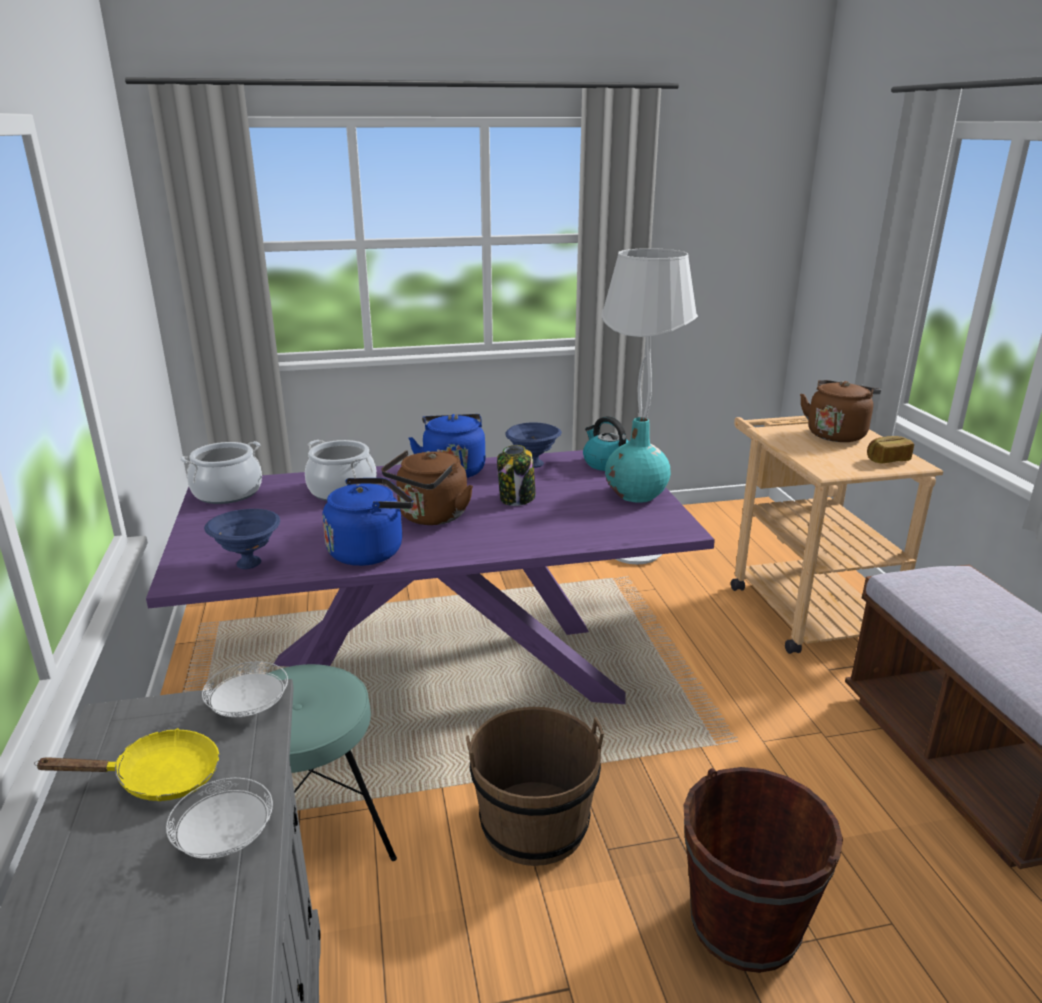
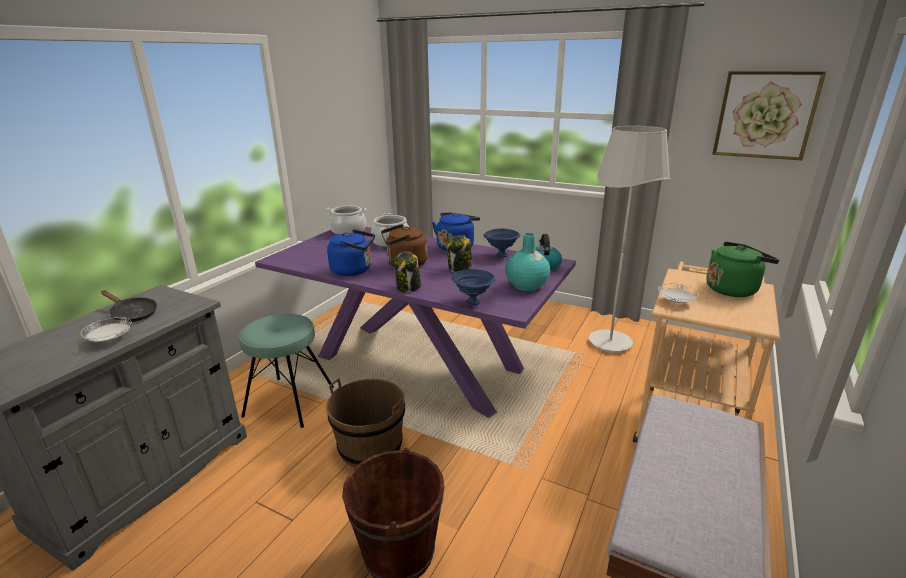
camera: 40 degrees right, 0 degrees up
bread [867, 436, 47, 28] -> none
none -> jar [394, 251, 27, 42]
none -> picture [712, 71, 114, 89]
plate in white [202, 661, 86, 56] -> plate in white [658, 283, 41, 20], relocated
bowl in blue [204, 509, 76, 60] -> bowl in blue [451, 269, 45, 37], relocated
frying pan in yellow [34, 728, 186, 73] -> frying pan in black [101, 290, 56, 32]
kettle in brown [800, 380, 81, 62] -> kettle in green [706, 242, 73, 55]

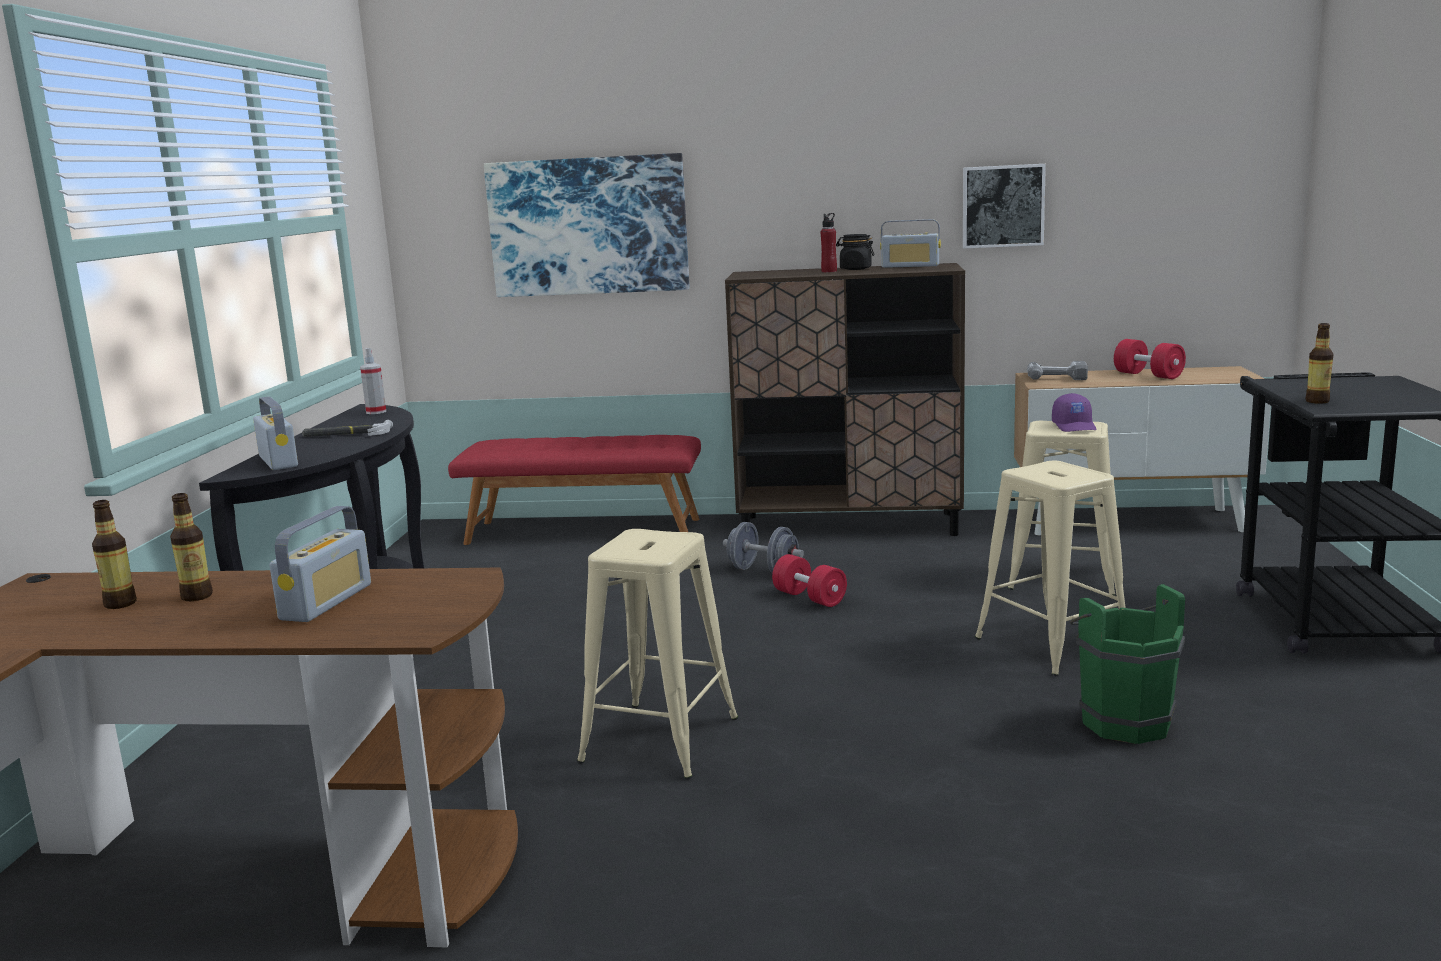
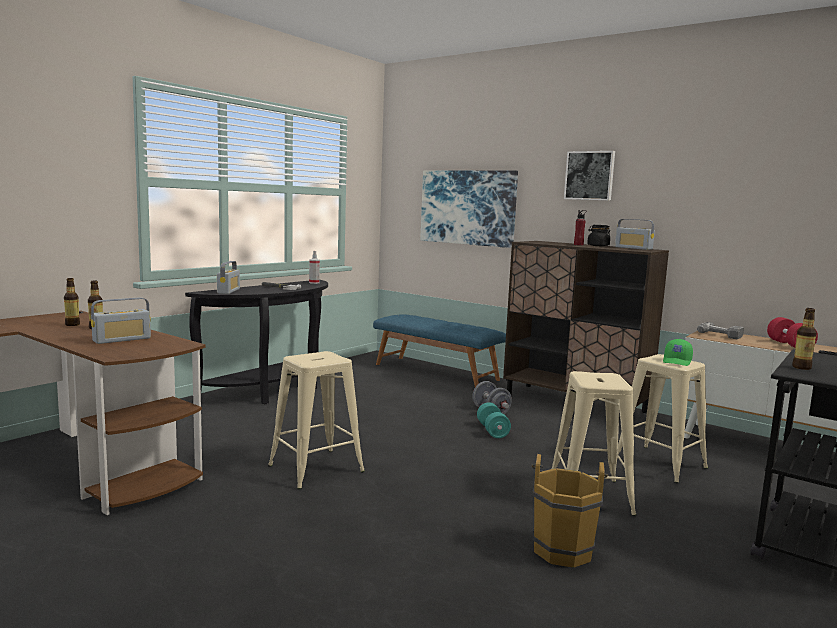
camera: 30 degrees right, 5 degrees down
picture [963, 164, 83, 85] -> picture [564, 151, 51, 50], relocated
bench in red [448, 435, 253, 110] -> bench in blue [373, 314, 133, 73]
dumbbell in red [772, 554, 75, 53] -> dumbbell in turquoise [477, 402, 34, 36]
cap in purple [1052, 393, 45, 39] -> cap in green [663, 339, 30, 27]
bucket in green [1070, 584, 115, 160] -> bucket in brown [531, 454, 77, 114]

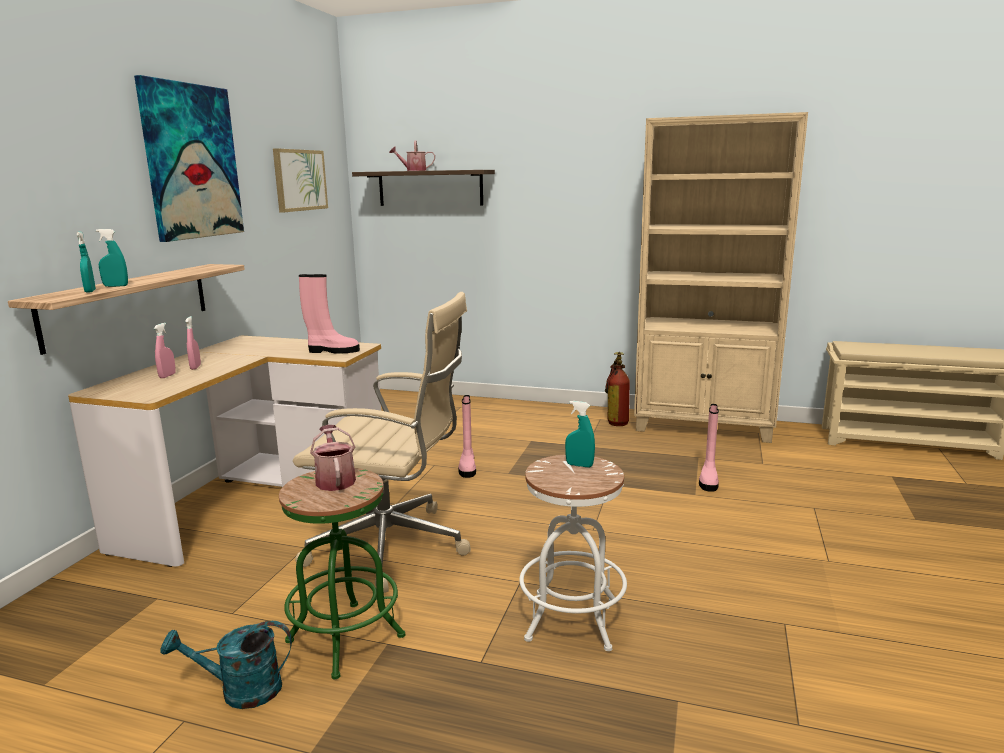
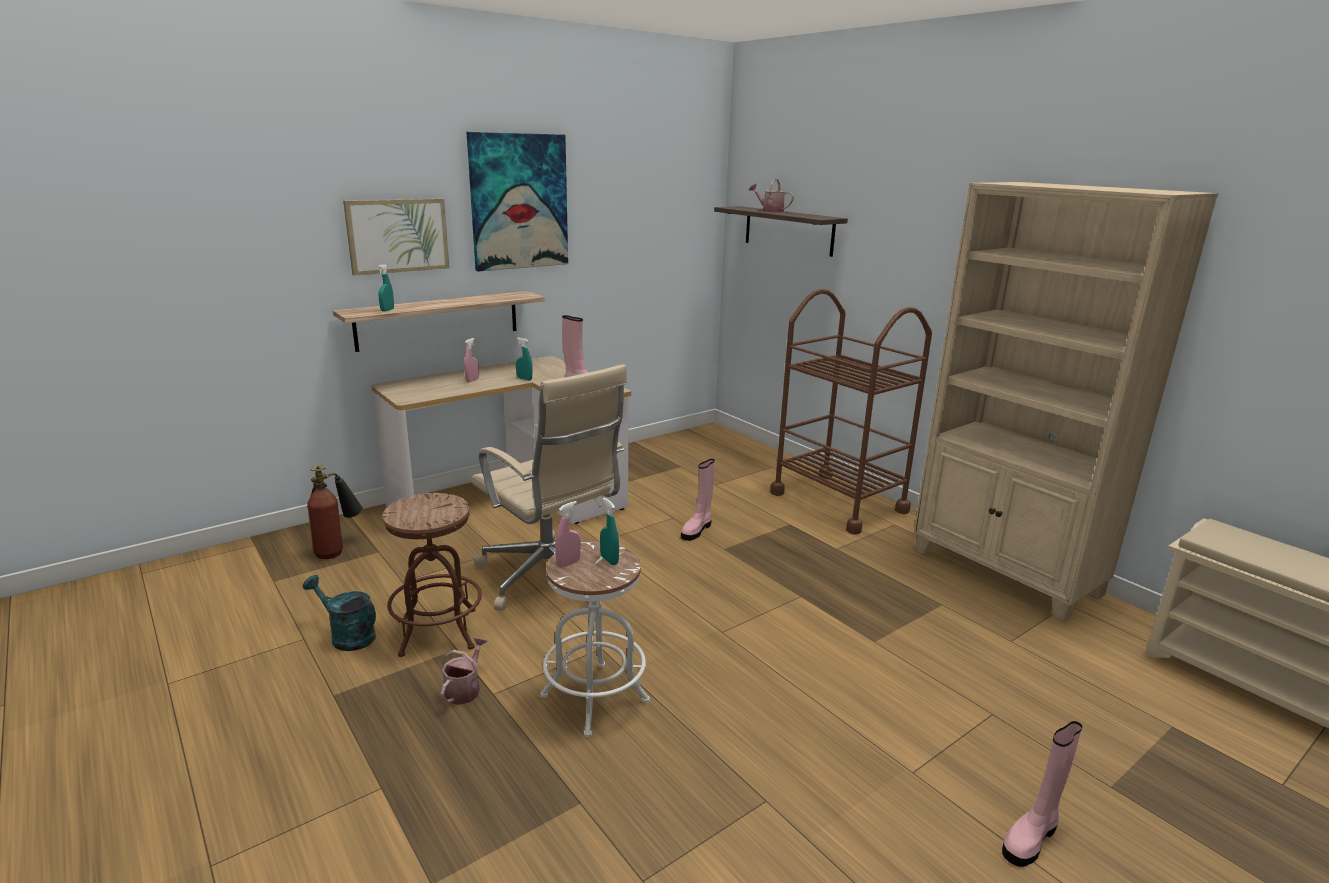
camera: 35 degrees right, 5 degrees up
none -> cart in brown [770, 289, 162, 246]
spray bottle in turquoise [96, 229, 32, 58] -> spray bottle in turquoise [516, 338, 17, 42], relocated
spray bottle in pink [154, 323, 22, 55] -> spray bottle in pink [555, 501, 26, 67], relocated
picture [273, 148, 55, 65] -> picture [343, 198, 106, 78], relocated
watering can [310, 425, 46, 66] -> watering can [441, 637, 46, 68], relocated
fire extinguisher [605, 352, 25, 74] -> fire extinguisher [307, 466, 56, 93], relocated
boot in pink [699, 404, 20, 88] -> boot in pink [1002, 721, 80, 146], relocated
stool in green [279, 468, 127, 211] -> stool in brown [383, 493, 99, 164]

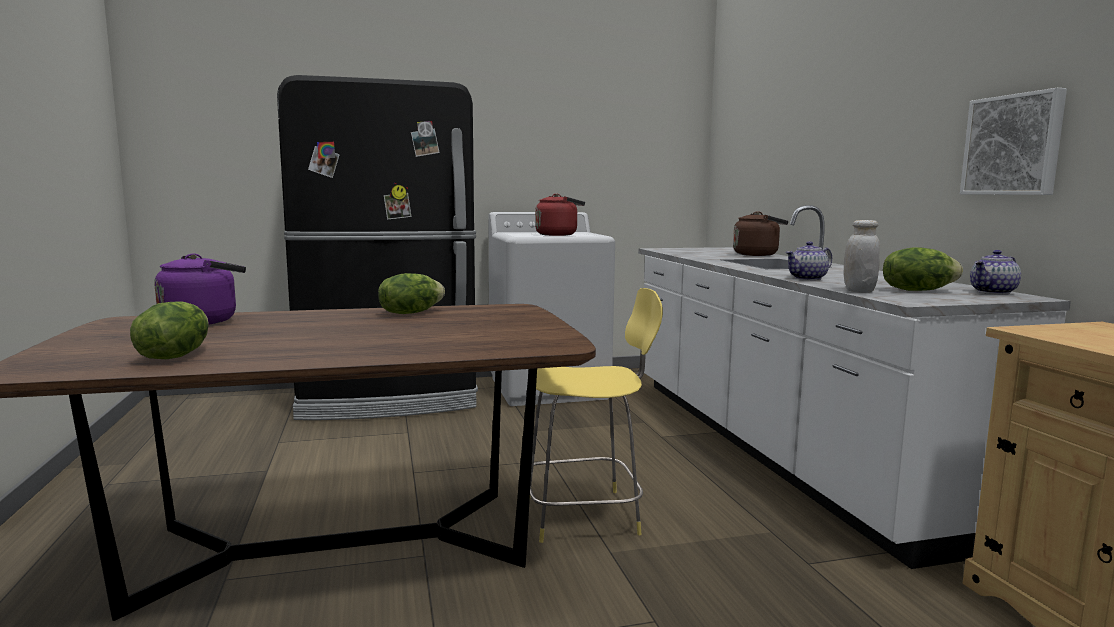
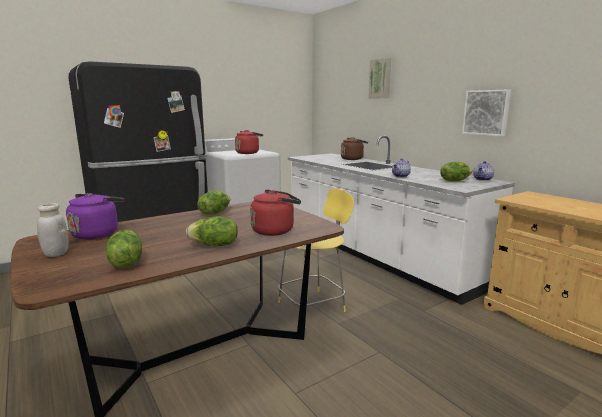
camera: 20 degrees left, 5 degrees up
none -> lettuce [186, 216, 52, 31]
none -> kettle in red [250, 190, 51, 46]
none -> picture [368, 58, 23, 41]
jar in white [844, 220, 36, 73] -> jar in white [37, 203, 32, 54], relocated

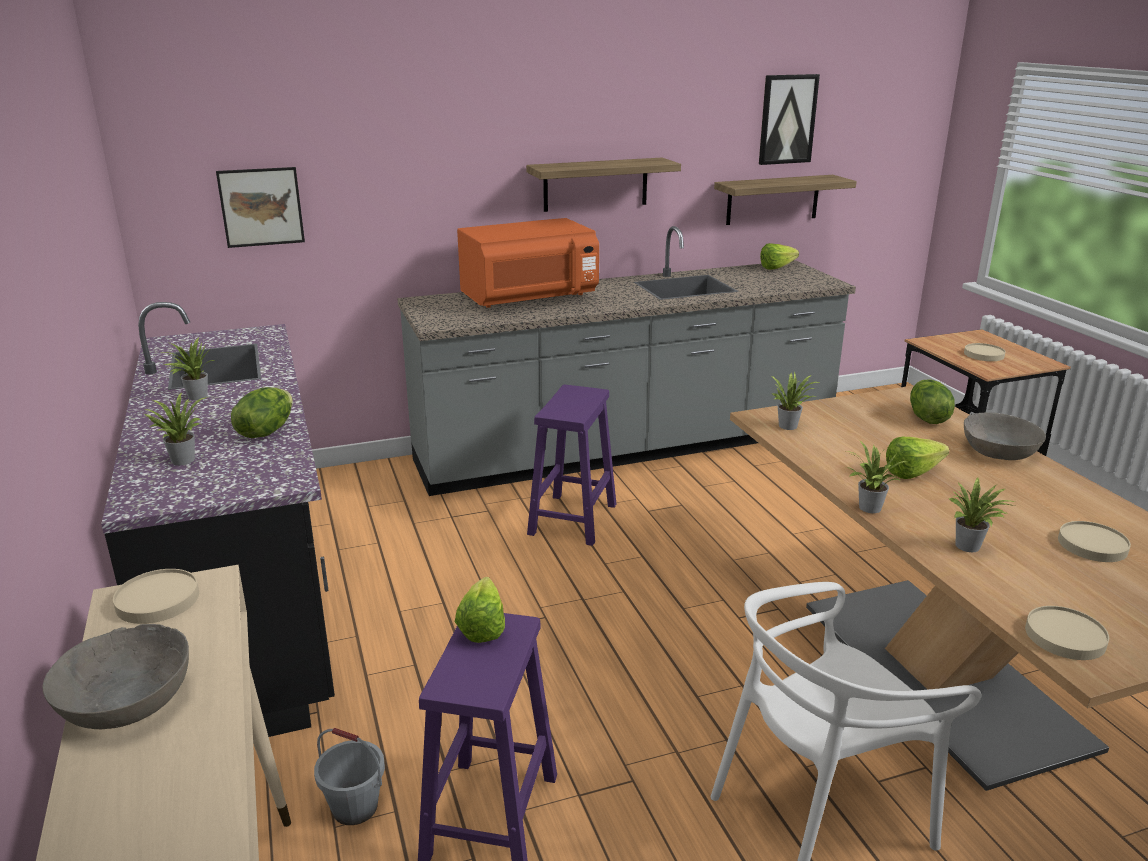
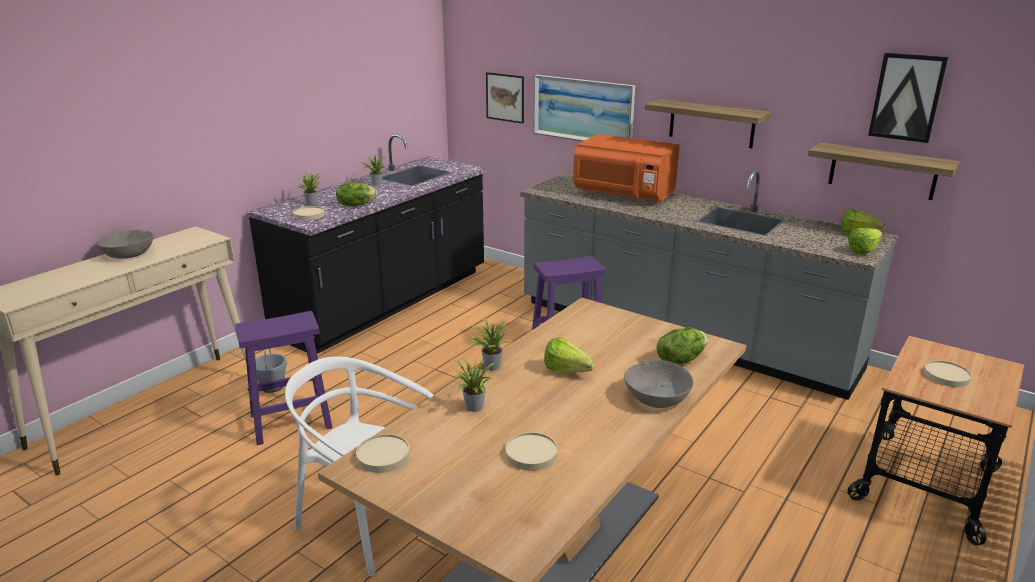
camera: 55 degrees right, 0 degrees up
potted plant [770, 372, 50, 58] -> none
none -> picture [533, 75, 102, 67]
plate in beige [113, 569, 86, 55] -> plate in beige [293, 206, 32, 14], relocated
lettuce [455, 577, 50, 66] -> lettuce [848, 228, 34, 26], relocated

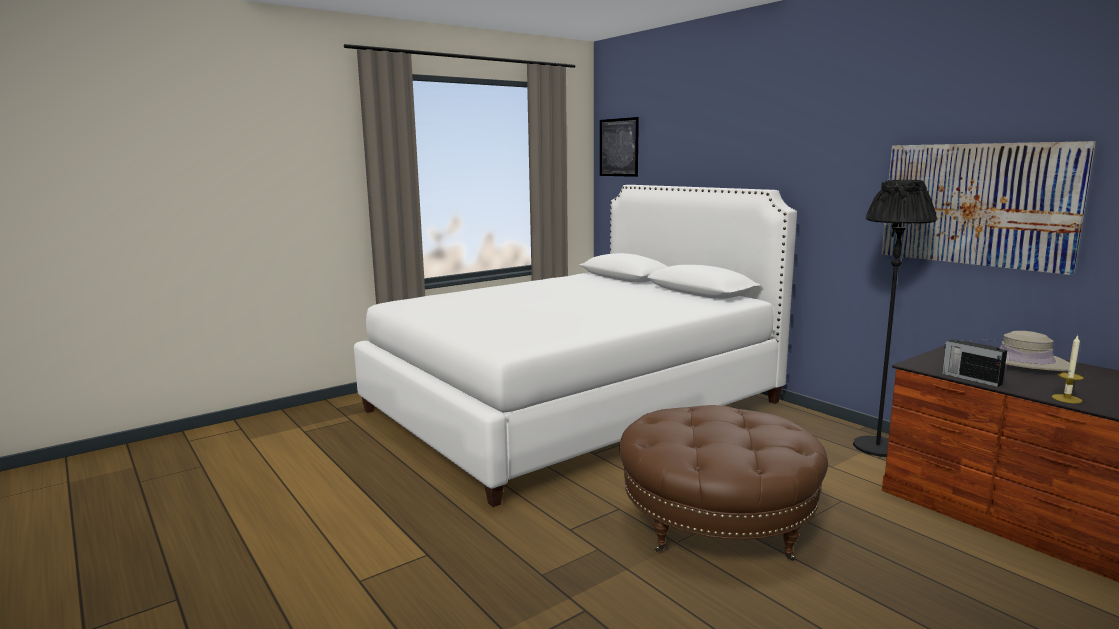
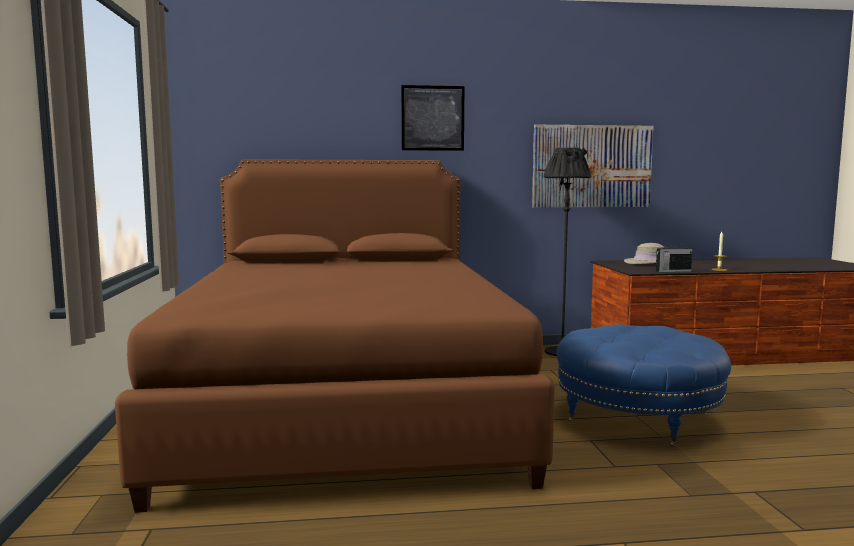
camera: 60 degrees left, 5 degrees down
picture [600, 117, 39, 60] -> picture [401, 85, 63, 66], relocated
bed in white [354, 185, 443, 322] -> bed in brown [115, 159, 440, 354]
ottoman in brown [619, 405, 209, 156] -> ottoman in blue [556, 324, 175, 122]

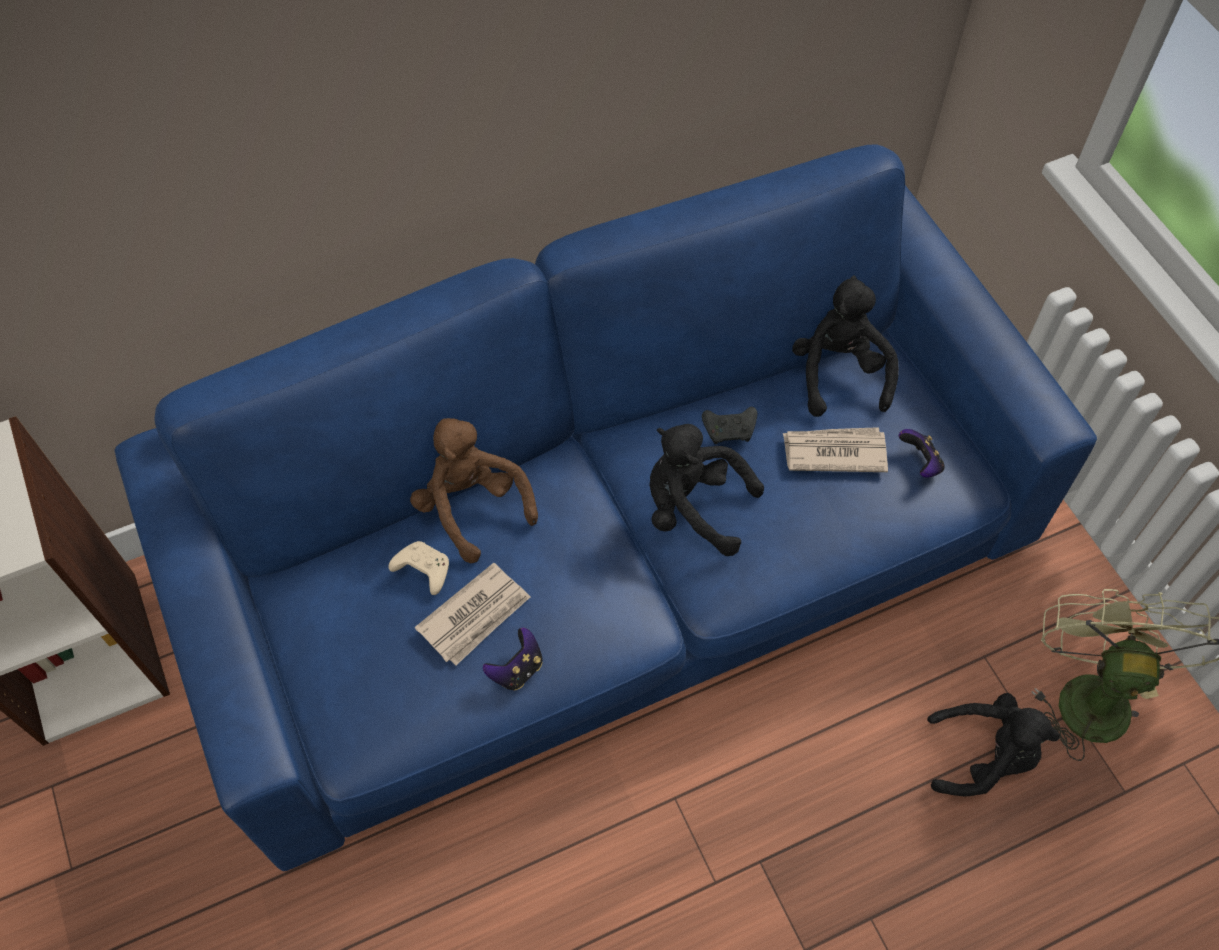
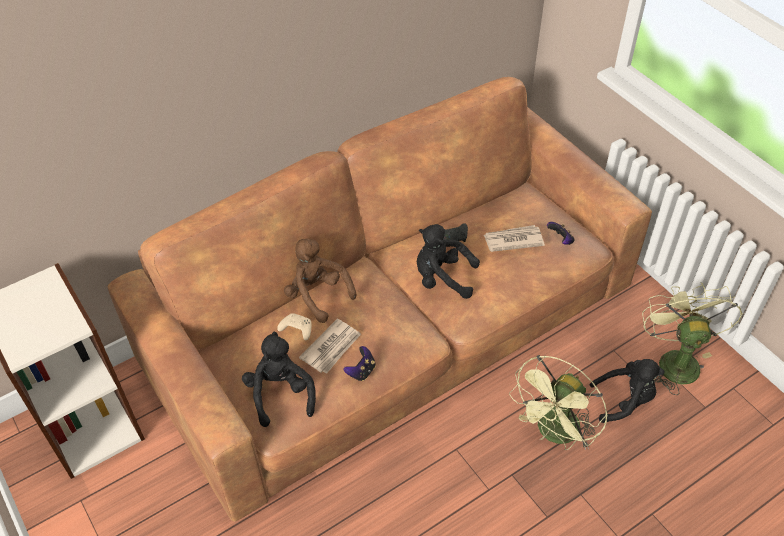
camera: 10 degrees left, 10 degrees down
none -> fan in green [509, 355, 99, 95]
plush toy in black [792, 275, 107, 142] -> plush toy in black [242, 332, 74, 95], relocated
sofa in blue [114, 144, 983, 727] -> sofa in brown [108, 77, 544, 445]

